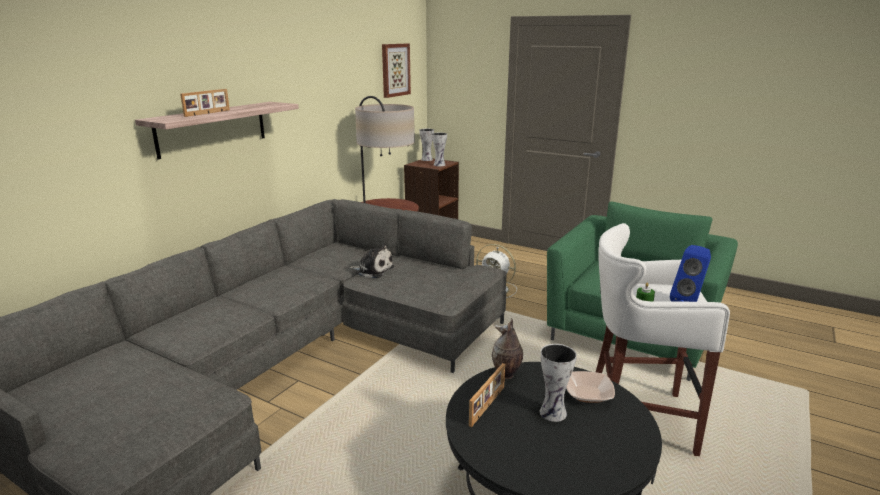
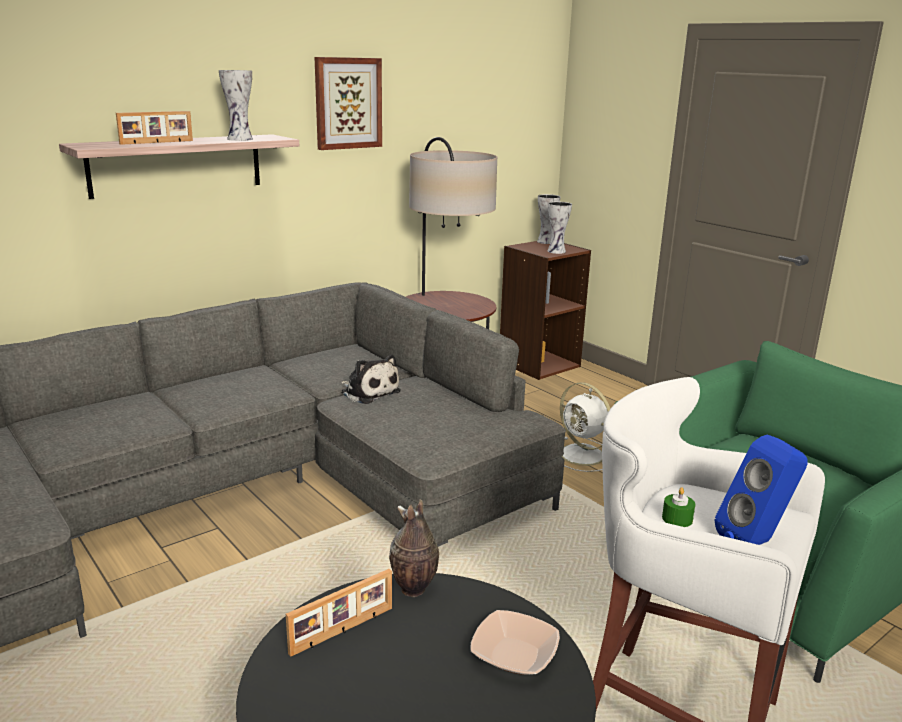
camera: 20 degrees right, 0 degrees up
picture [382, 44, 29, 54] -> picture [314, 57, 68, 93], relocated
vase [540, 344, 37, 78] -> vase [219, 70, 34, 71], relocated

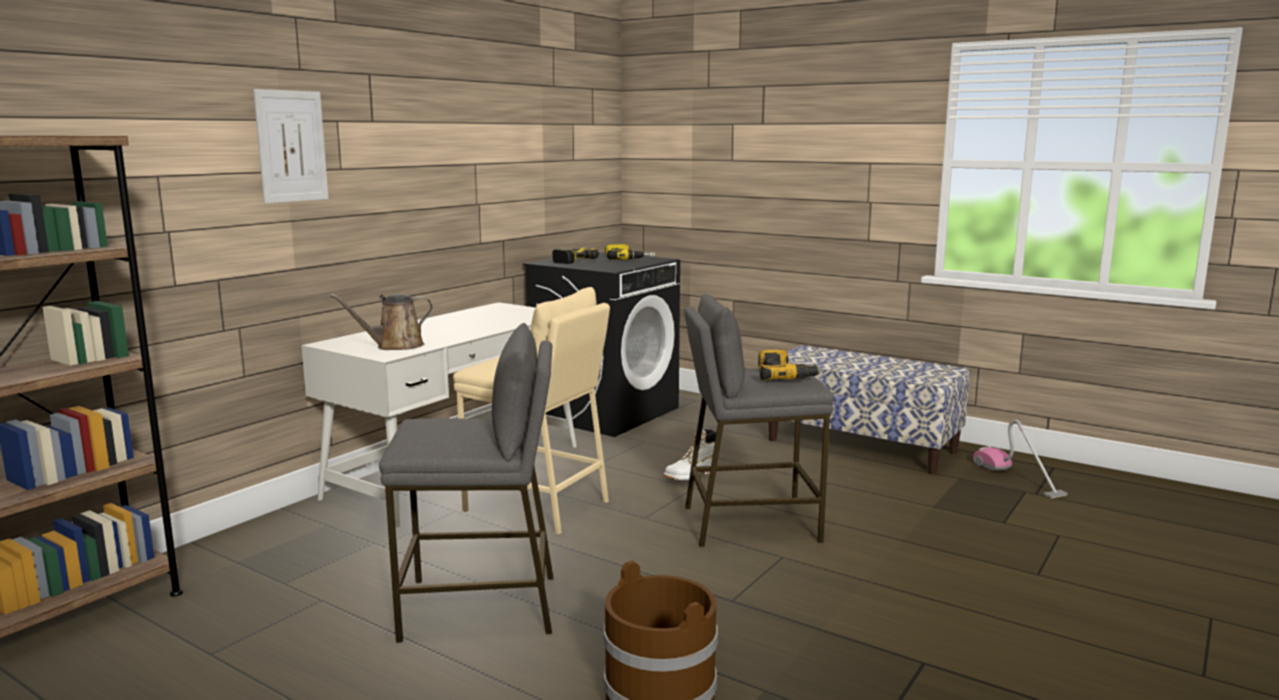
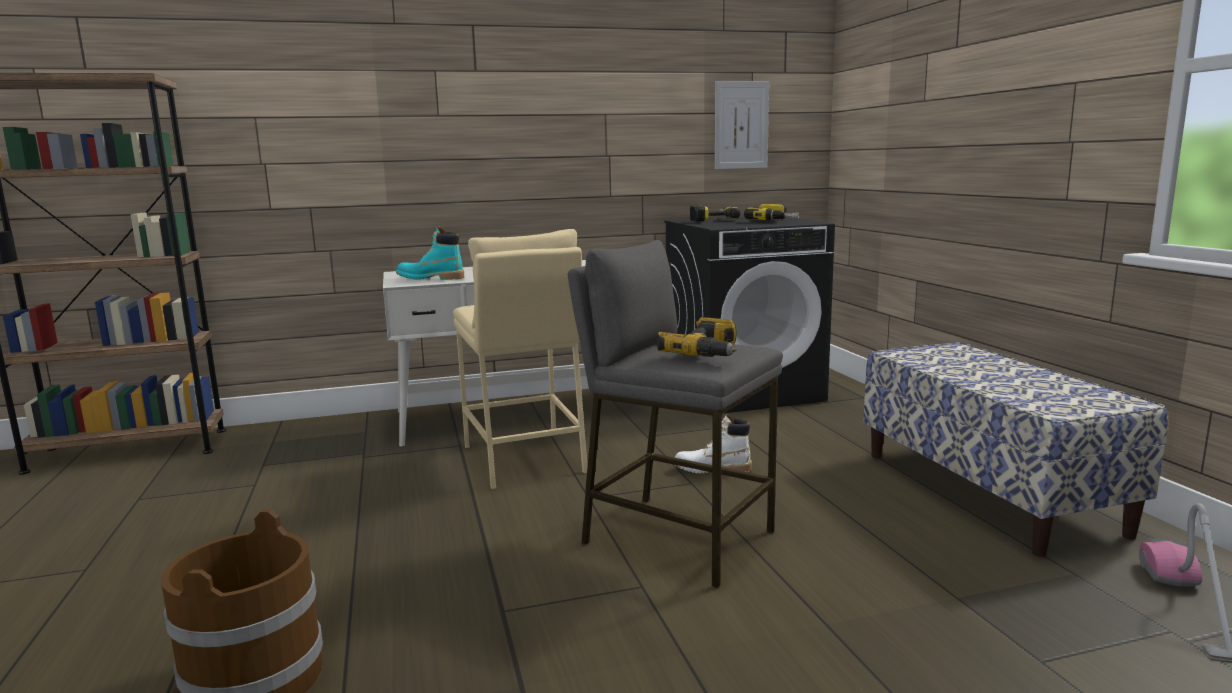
camera: 40 degrees right, 0 degrees up
stool in grey [379, 323, 174, 320] -> none
picture [253, 89, 76, 115] -> picture [715, 81, 54, 88], relocated
watering can in brown [330, 294, 103, 56] -> boot in turquoise [396, 227, 68, 53]

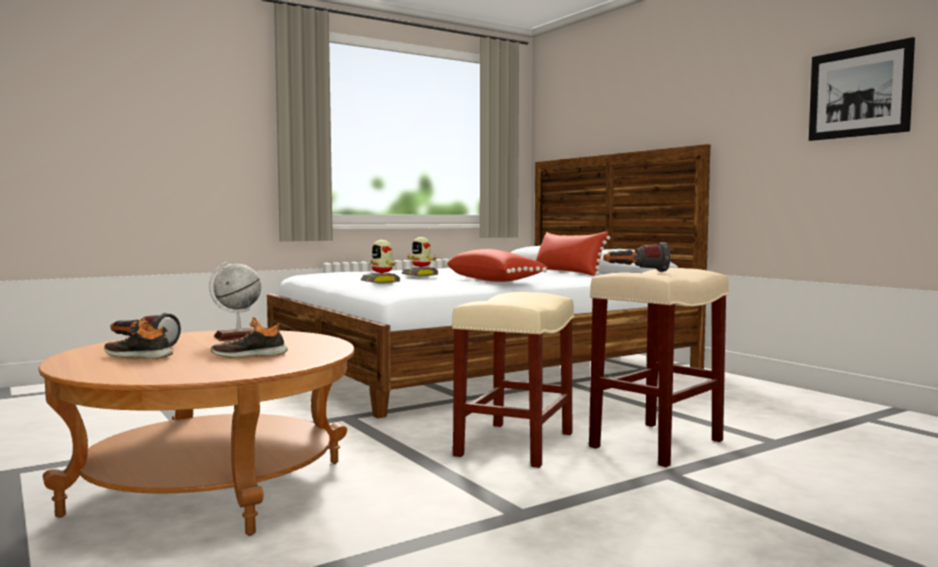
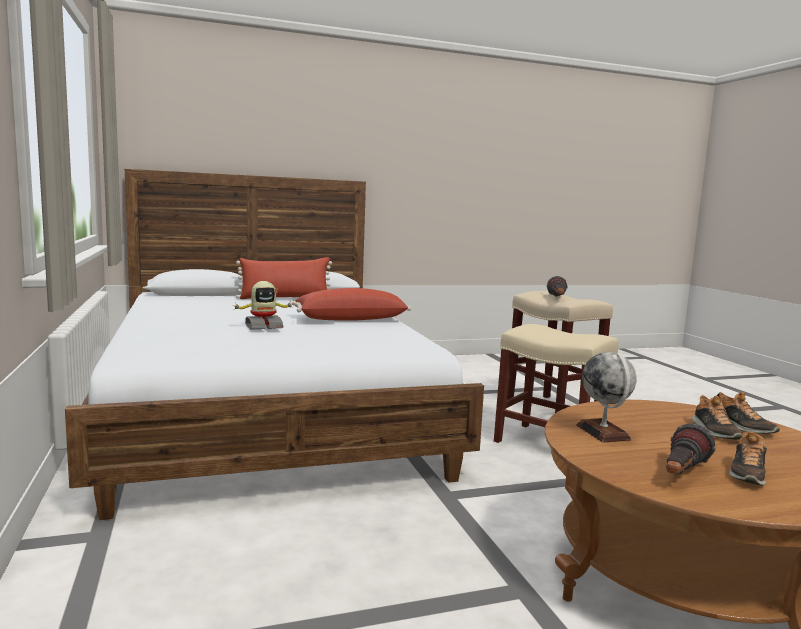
camera: 75 degrees left, 5 degrees up
toy robot [361, 240, 39, 44] -> none
picture [809, 37, 106, 104] -> none
none -> shoe [717, 392, 63, 42]

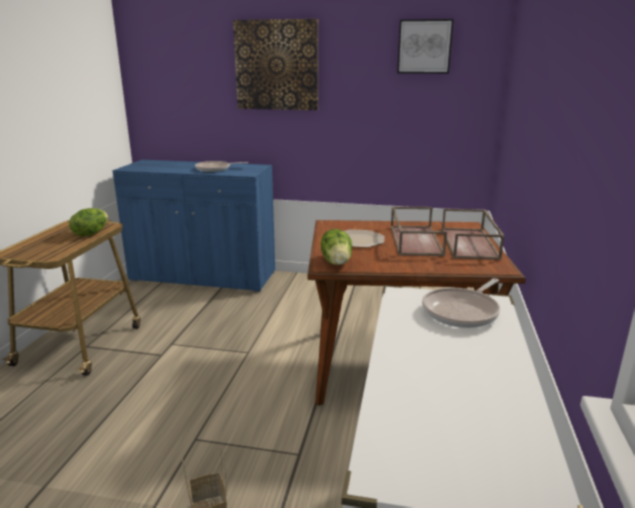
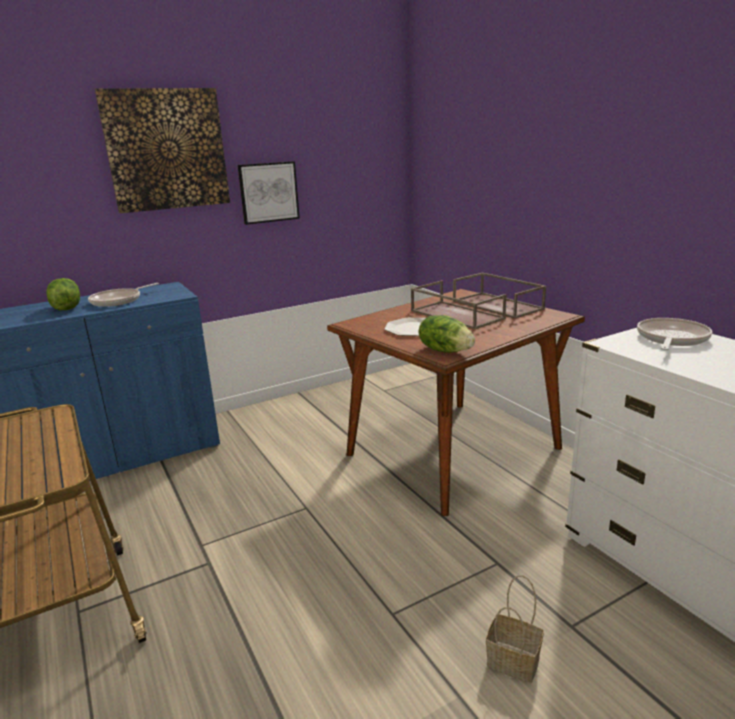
camera: 40 degrees left, 0 degrees up
lettuce [69, 208, 39, 28] -> lettuce [46, 278, 34, 32], relocated
picture [397, 19, 57, 55] -> picture [238, 161, 62, 64], relocated
frying pan [422, 278, 78, 50] -> frying pan [637, 318, 76, 32], 150 degrees counterclockwise

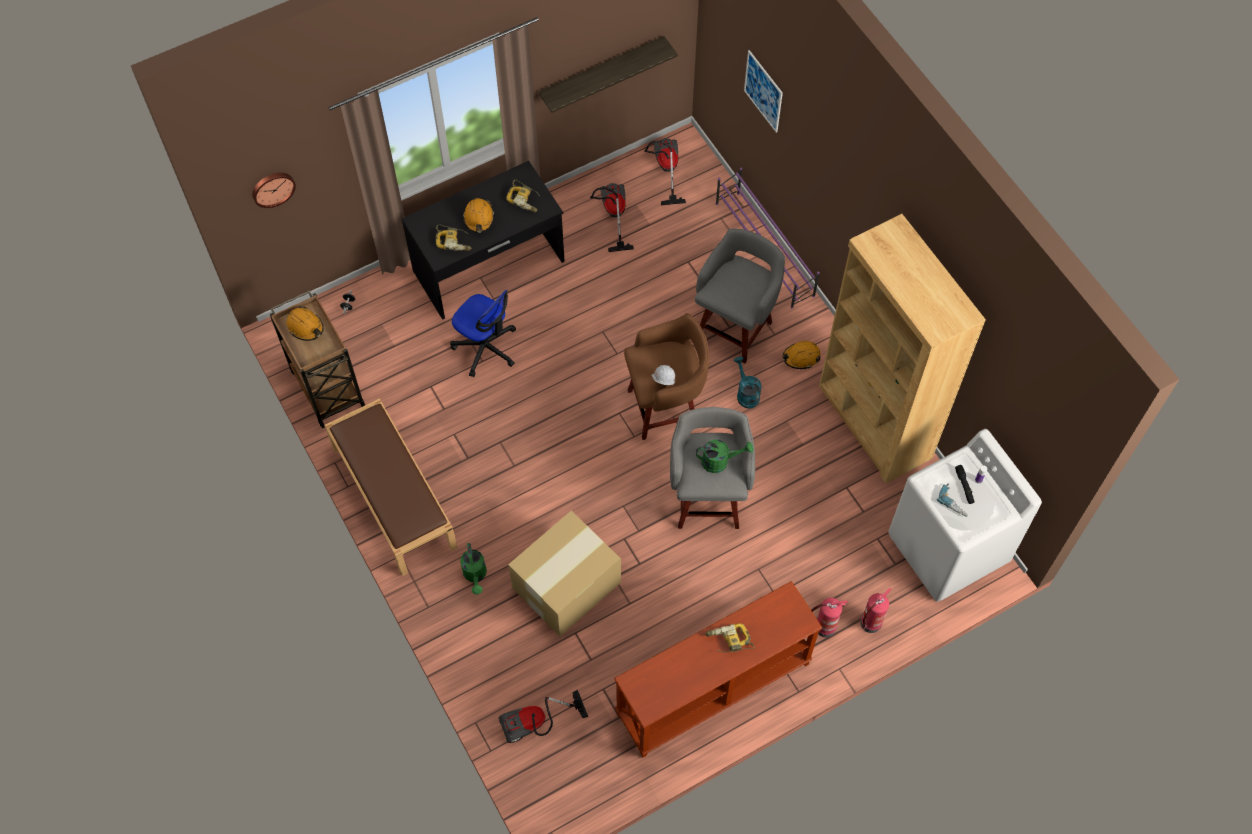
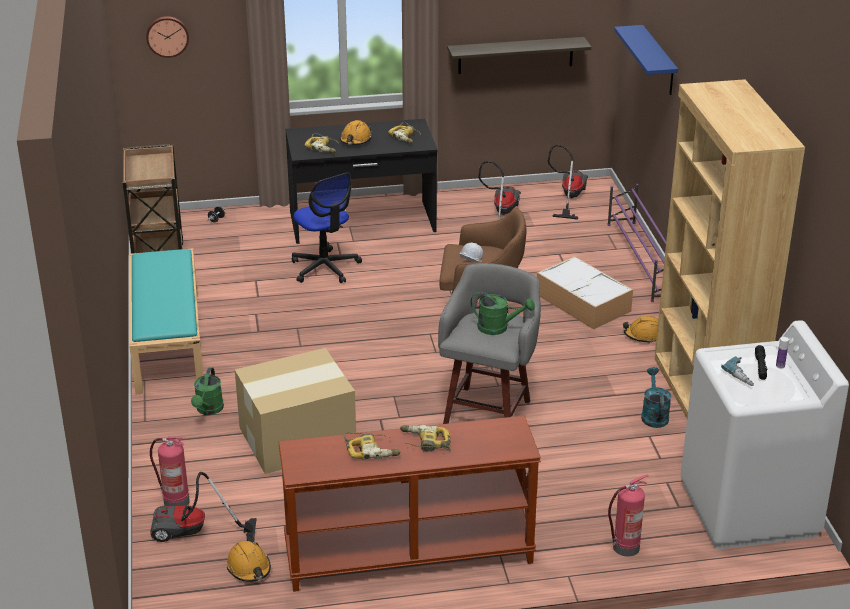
camera: 20 degrees right, 30 degrees down
none -> power drill [344, 432, 57, 28]
hard hat in orange [287, 306, 37, 35] -> hard hat in orange [227, 541, 44, 41], relocated
watering can in turquoise [734, 356, 27, 52] -> watering can in turquoise [641, 367, 31, 61], relocated
fire extinguisher [811, 598, 37, 40] -> fire extinguisher [150, 436, 40, 70], relocated
stool in grey [695, 229, 90, 134] -> storage box [537, 256, 96, 73]
picture [744, 50, 39, 83] -> shelf in blue [614, 25, 64, 70]
bench in brown [325, 398, 133, 178] -> bench in turquoise [129, 248, 75, 146]

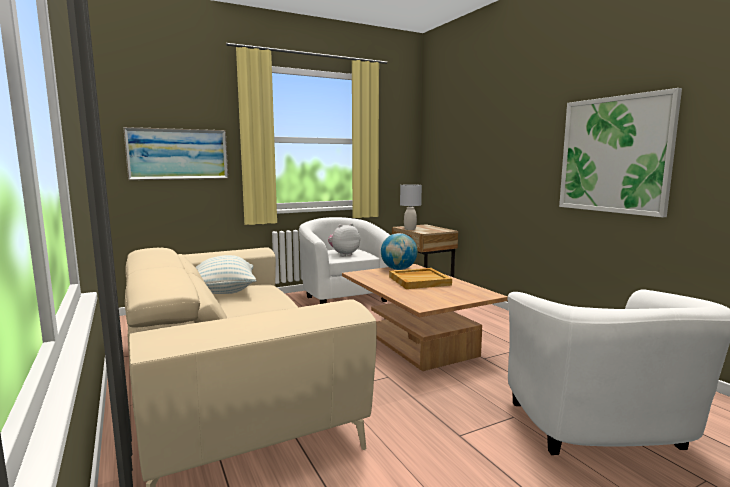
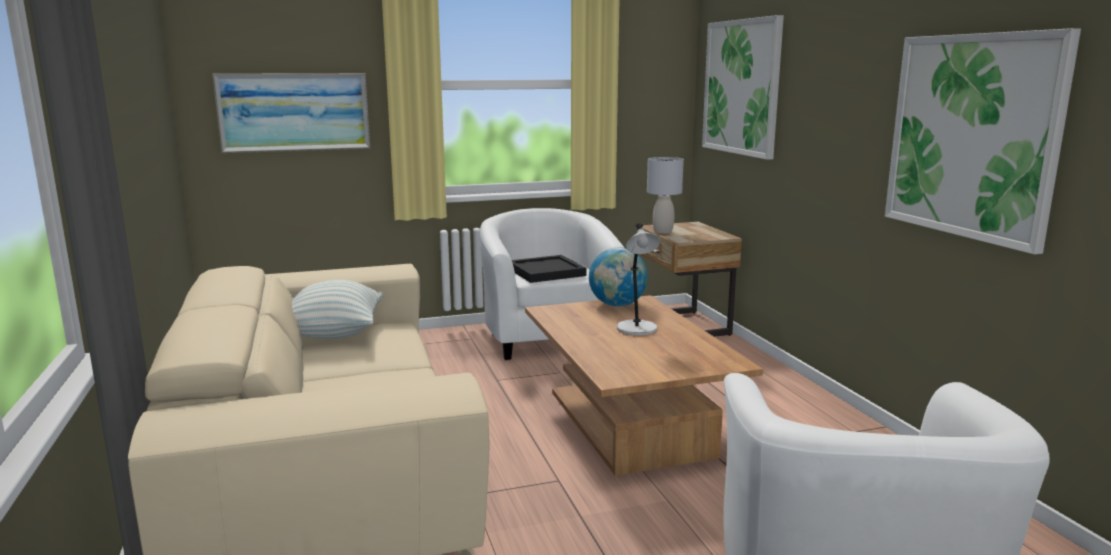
camera: 10 degrees right, 5 degrees up
none -> picture [702, 15, 82, 145]
plush toy [328, 223, 32, 33] -> tray in black [512, 255, 74, 28]
tray in beige [389, 268, 63, 21] -> table lamp in grey [617, 223, 43, 112]

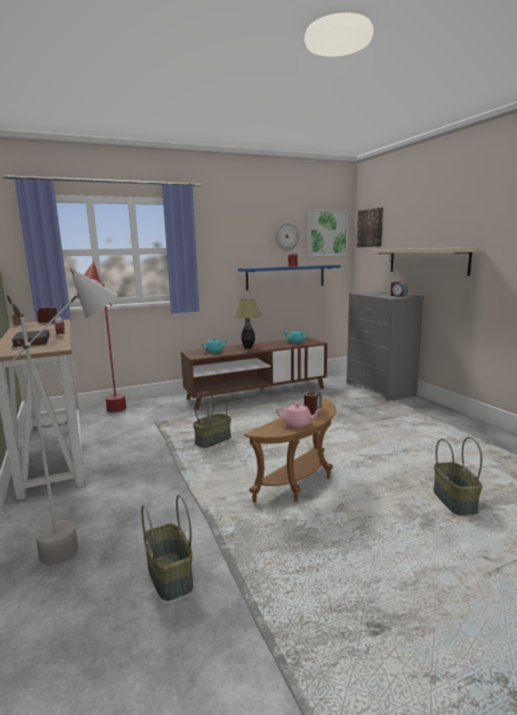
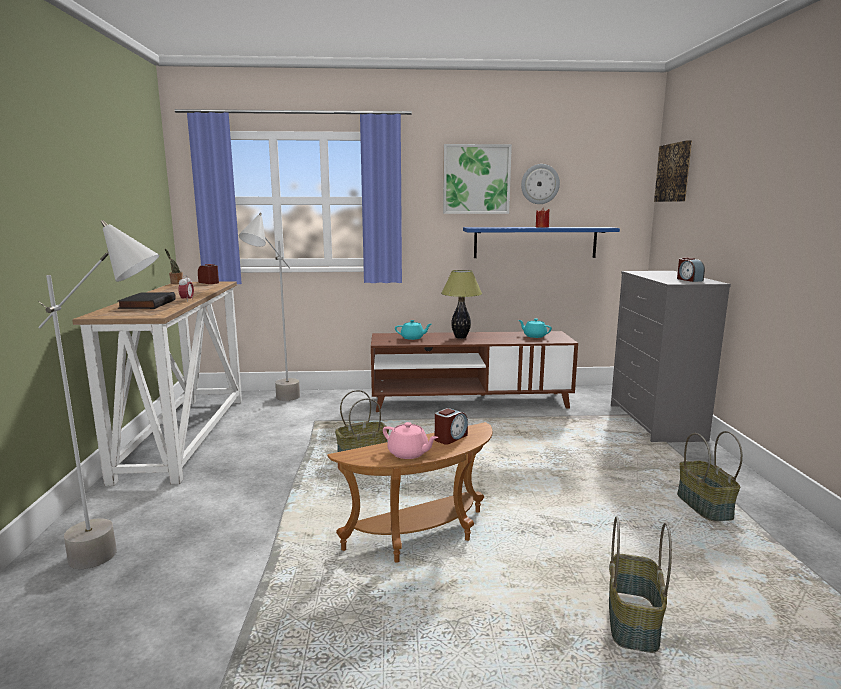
camera: 20 degrees right, 0 degrees up
shelf in beige [370, 247, 112, 29] -> none
basket [141, 495, 52, 106] -> basket [677, 431, 66, 91], relocated
picture [308, 209, 41, 47] -> picture [443, 144, 69, 70], relocated
floor lamp in red [84, 262, 42, 150] -> floor lamp in grey [239, 212, 61, 189]

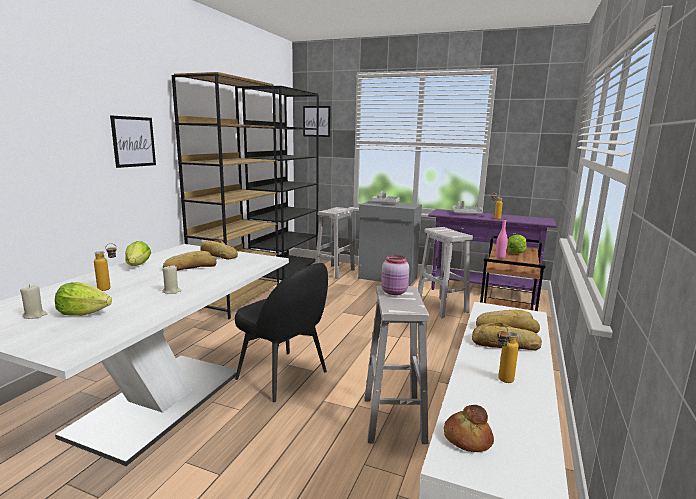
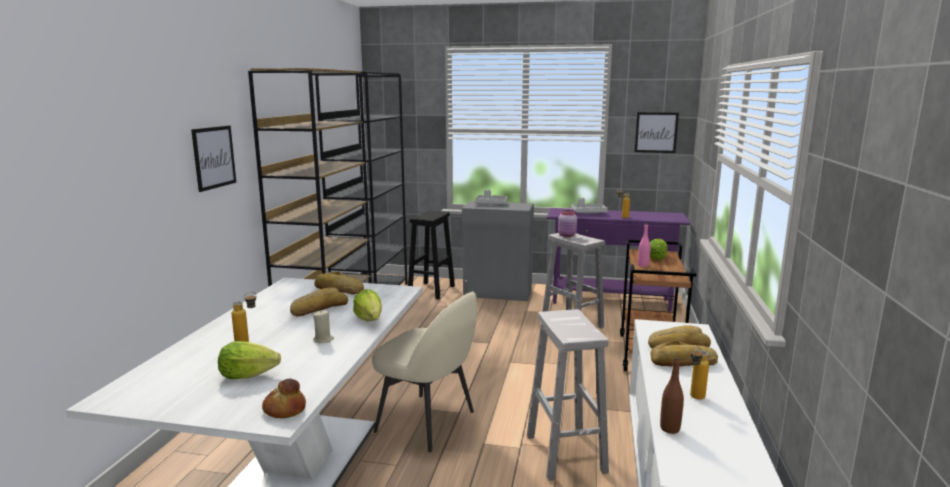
camera: 10 degrees left, 0 degrees up
candle in beige [20, 285, 28, 34] -> none
none -> bottle in brown [660, 357, 24, 77]
lettuce [125, 241, 26, 25] -> lettuce [353, 289, 29, 32], relocated
picture [303, 106, 28, 31] -> picture [635, 112, 44, 41], relocated
jar in pink [381, 255, 28, 40] -> jar in pink [558, 210, 19, 27], relocated
bread [444, 405, 50, 47] -> bread [262, 379, 44, 39], relocated
chair in black [235, 263, 93, 139] -> chair in beige [372, 291, 105, 161]
stool in white [315, 207, 40, 72] -> stool in black [408, 211, 47, 89]

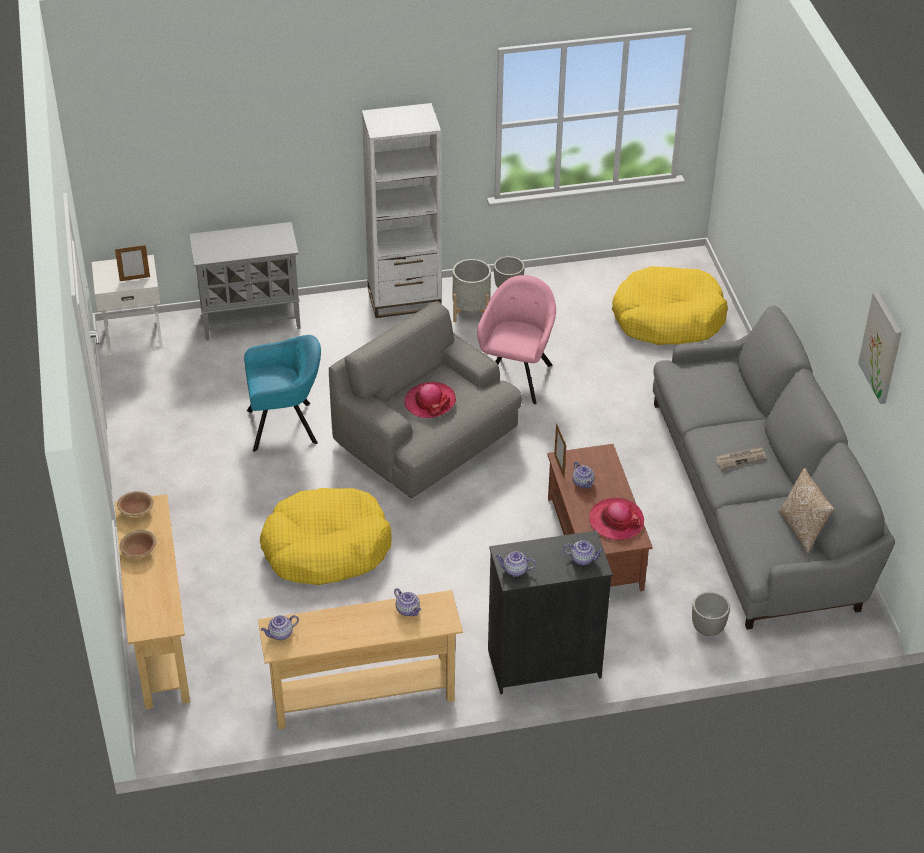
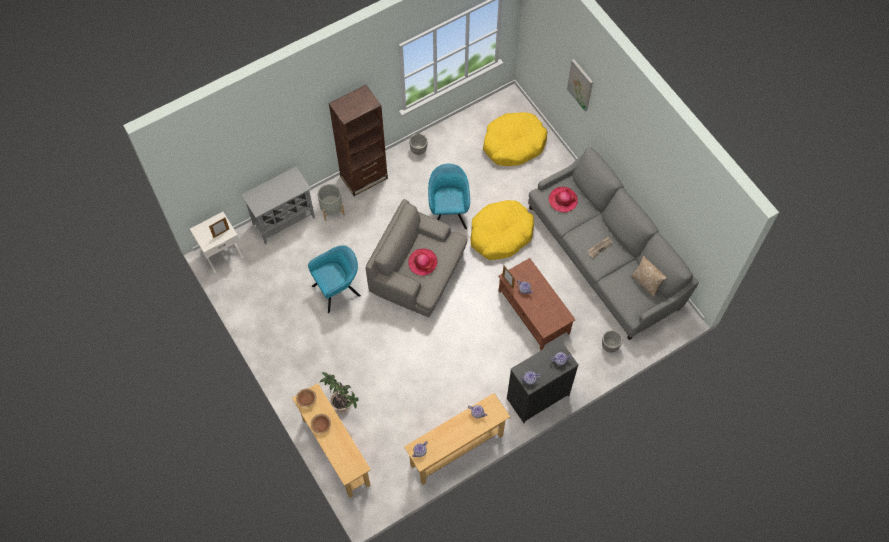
camera: 20 degrees left, 20 degrees up
none -> potted plant [320, 372, 38, 41]
dog bed in yellow [260, 488, 132, 97] -> dog bed in yellow [471, 200, 63, 60], relocated
planter in grey [453, 259, 38, 63] -> planter in grey [317, 184, 28, 37], relocated
hat [589, 498, 55, 42] -> hat [549, 187, 29, 26], relocated
picture [858, 292, 44, 112] -> picture [567, 59, 26, 52], relocated
bookcase in white [362, 103, 79, 215] -> bookcase in brown [329, 85, 59, 111]
armchair in pink [477, 275, 79, 129] -> armchair in turquoise [428, 164, 42, 65]

